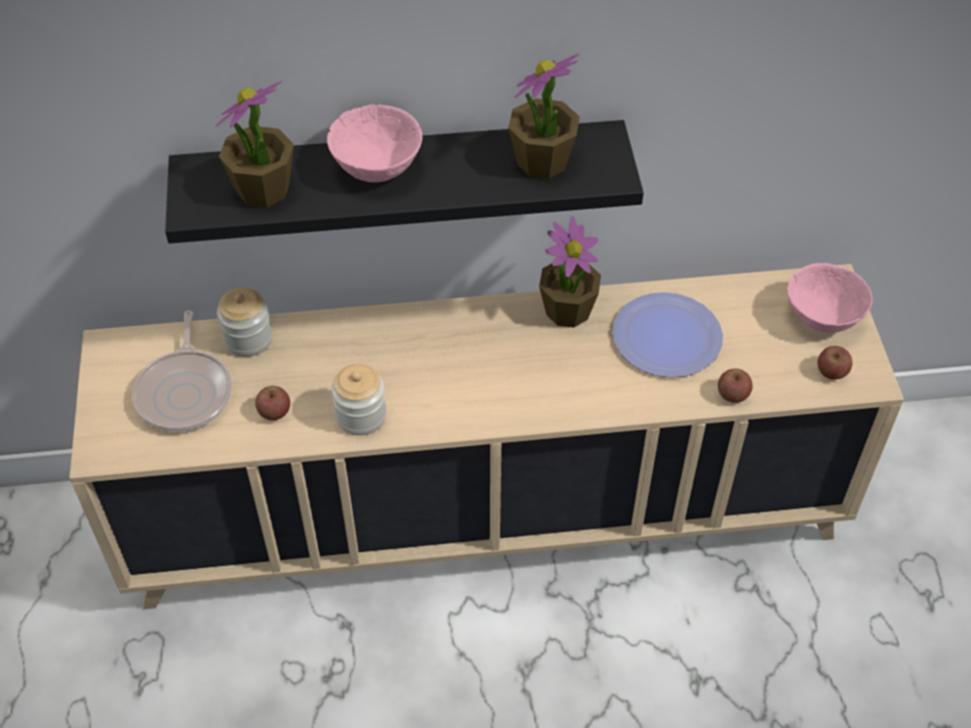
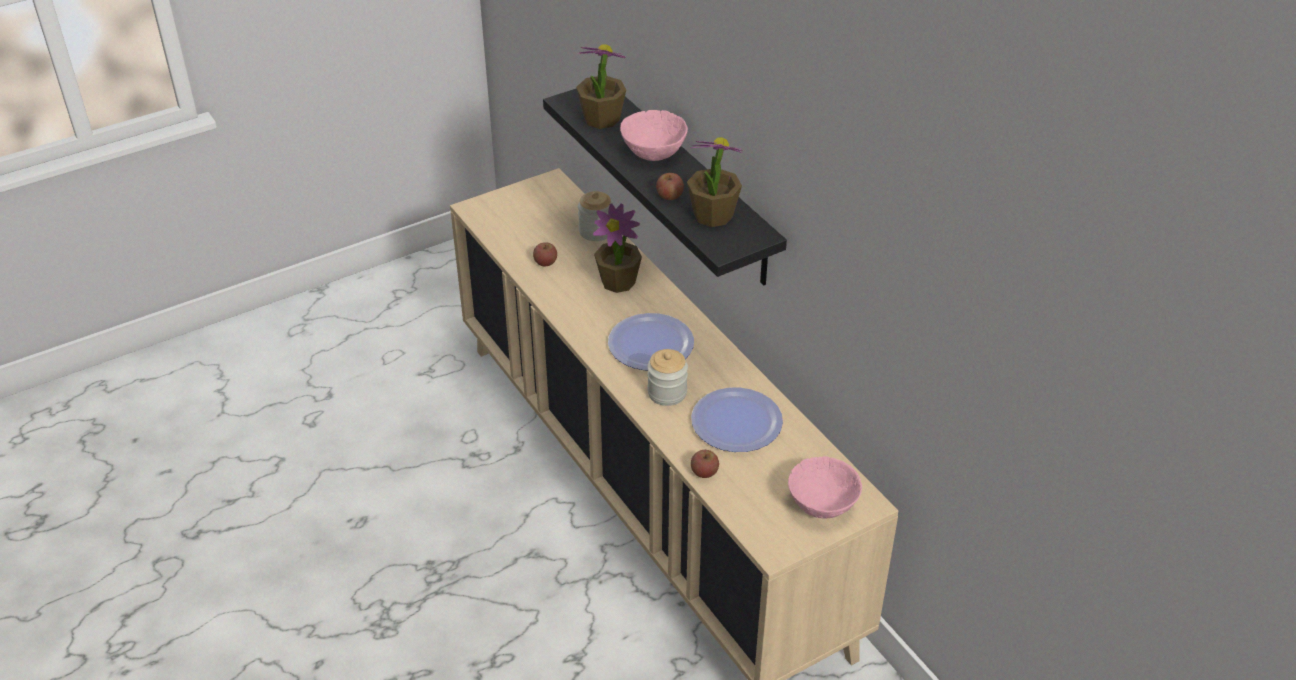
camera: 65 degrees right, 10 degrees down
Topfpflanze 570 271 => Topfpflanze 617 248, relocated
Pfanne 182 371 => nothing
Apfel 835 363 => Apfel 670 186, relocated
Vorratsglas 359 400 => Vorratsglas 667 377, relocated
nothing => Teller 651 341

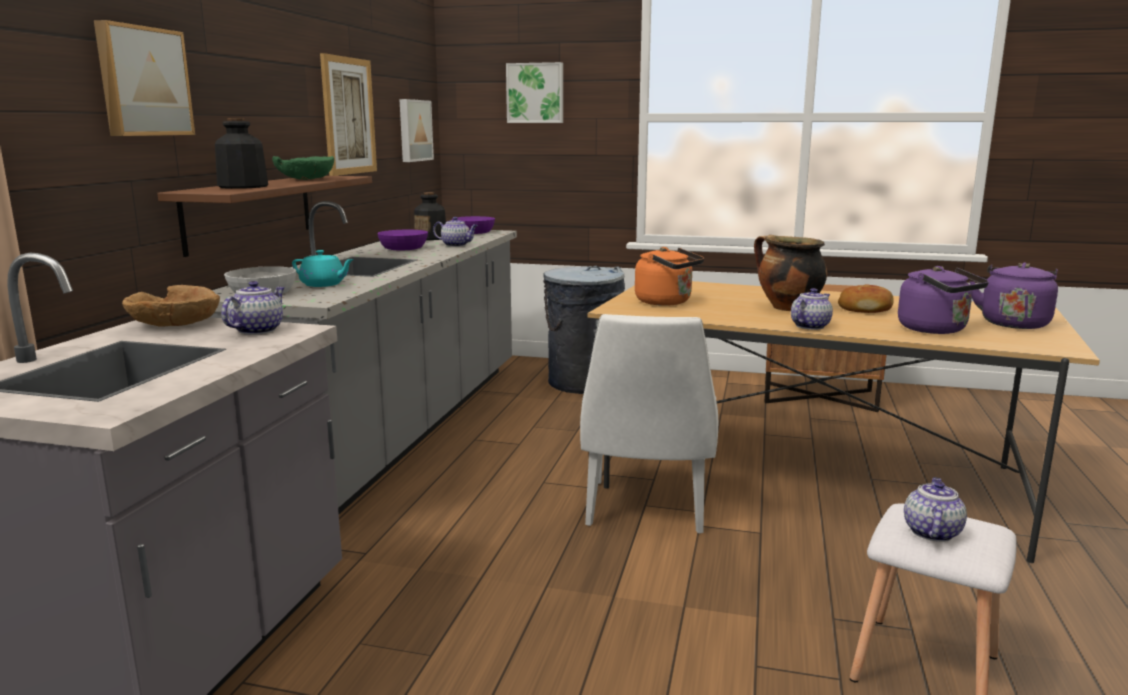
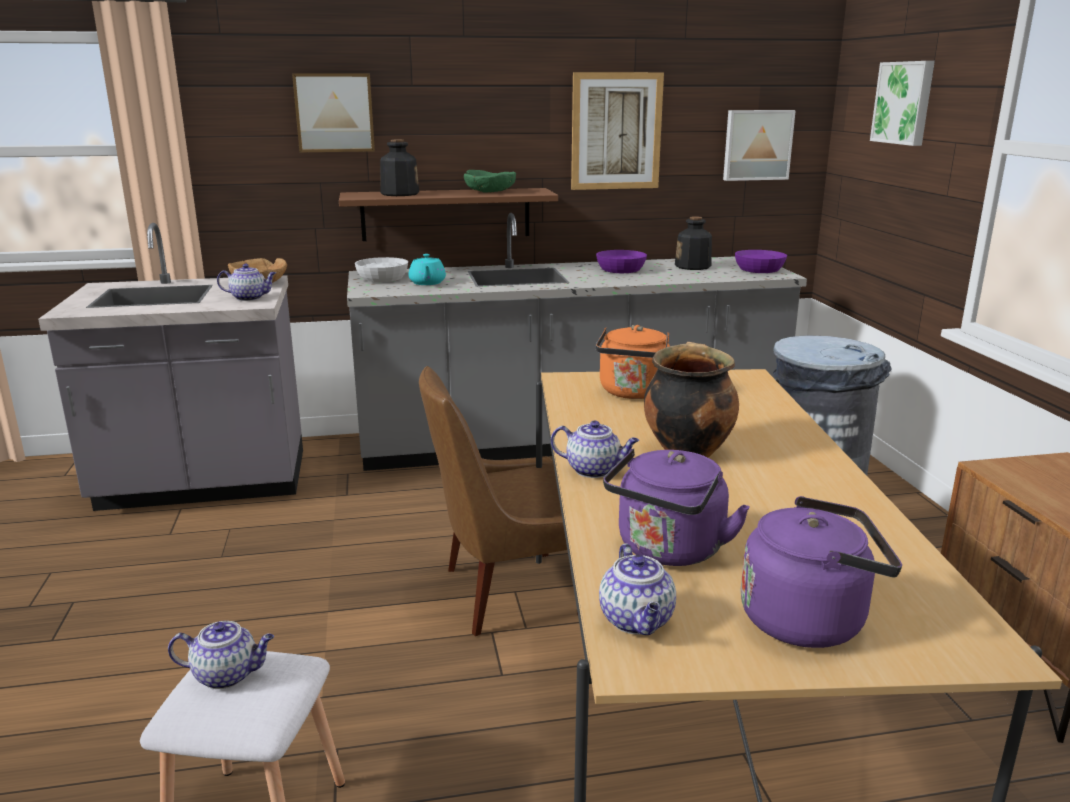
camera: 65 degrees right, 5 degrees up
Teekanne 455 232 => Teekanne 637 589, relocated
Brot 866 298 => nothing
Stuhl [weiß] 649 423 => Stuhl [braun] 498 501

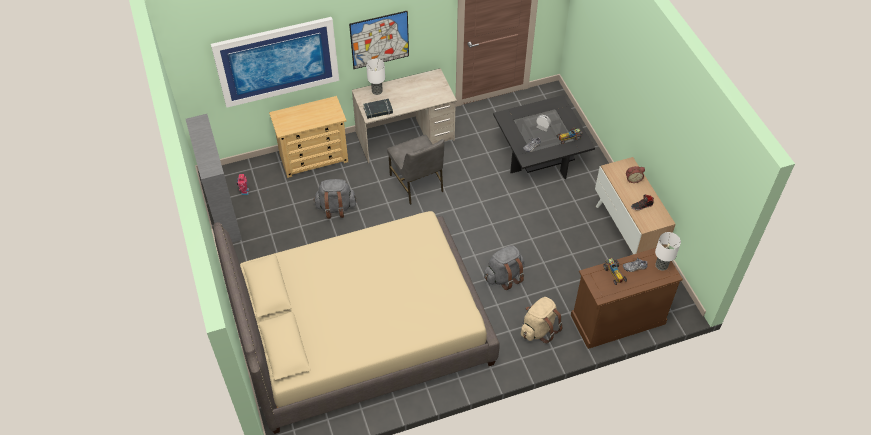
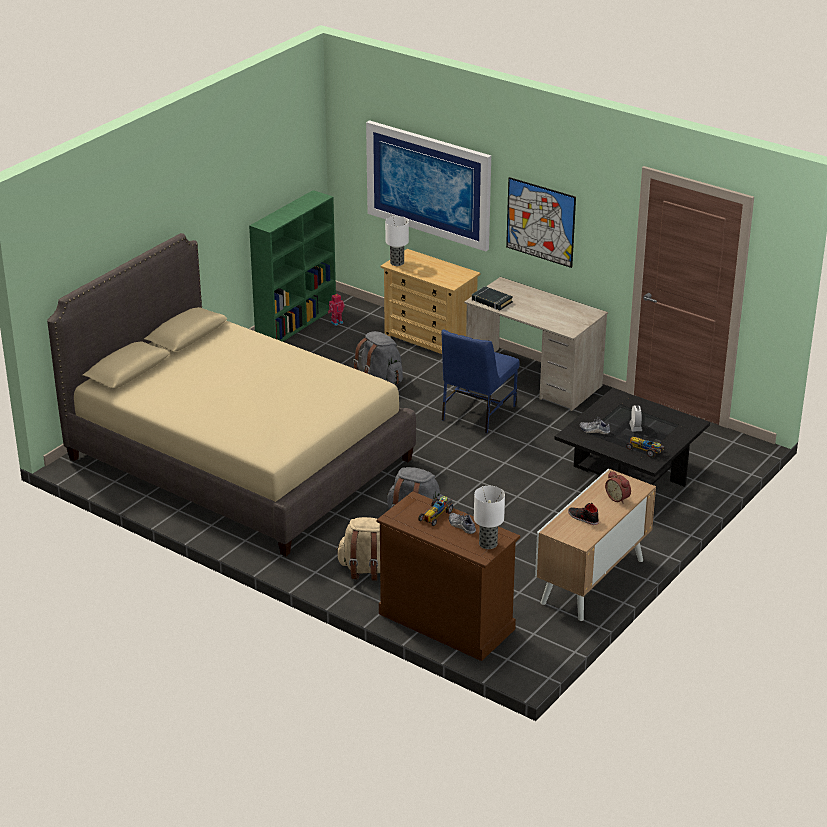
camera: 55 degrees right, 20 degrees down
Tischlampe 375 77 => Tischlampe 397 241, relocated
Bücherregal [grau] 214 178 => Bücherregal [grün] 292 266
Stuhl [grau] 415 170 => Stuhl [blau] 480 381

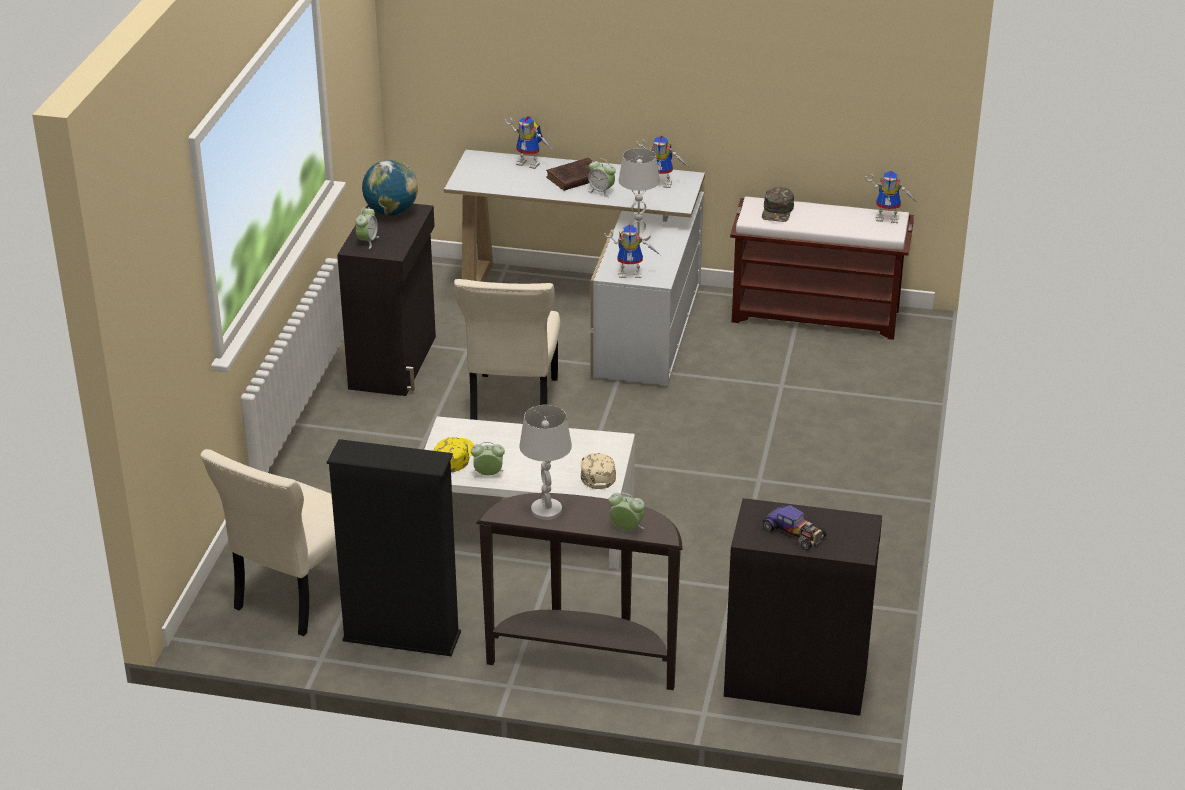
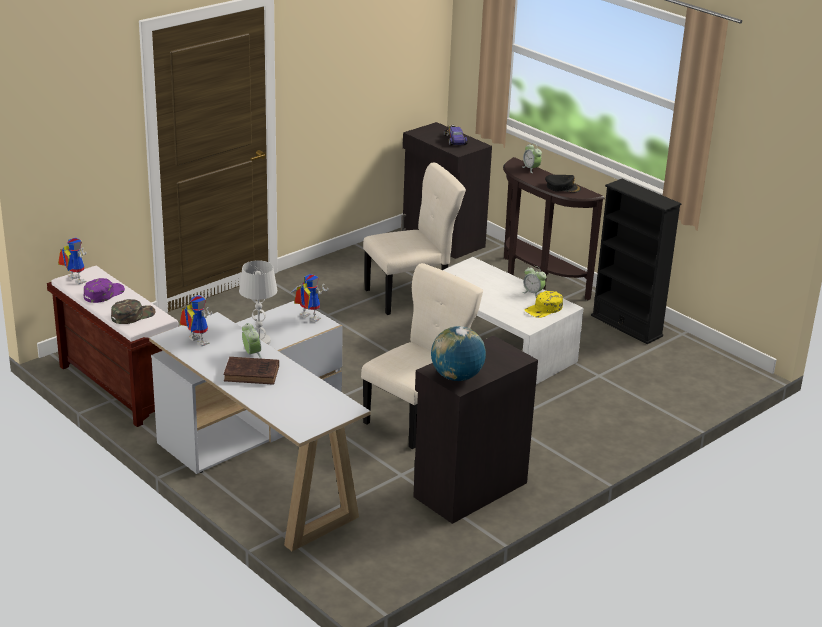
camera: 145 degrees left, 5 degrees down
Spielzeugroboter 529 142 => nothing
Wecker 367 228 => nothing
Tischlampe [weiß] 545 462 => Kappe [schwarz] 563 184
Stuhl [beige] 268 542 => Stuhl [beige] 414 239, relocated
Kappe [beige] 598 471 => nothing
nothing => Kappe [lila] 104 290

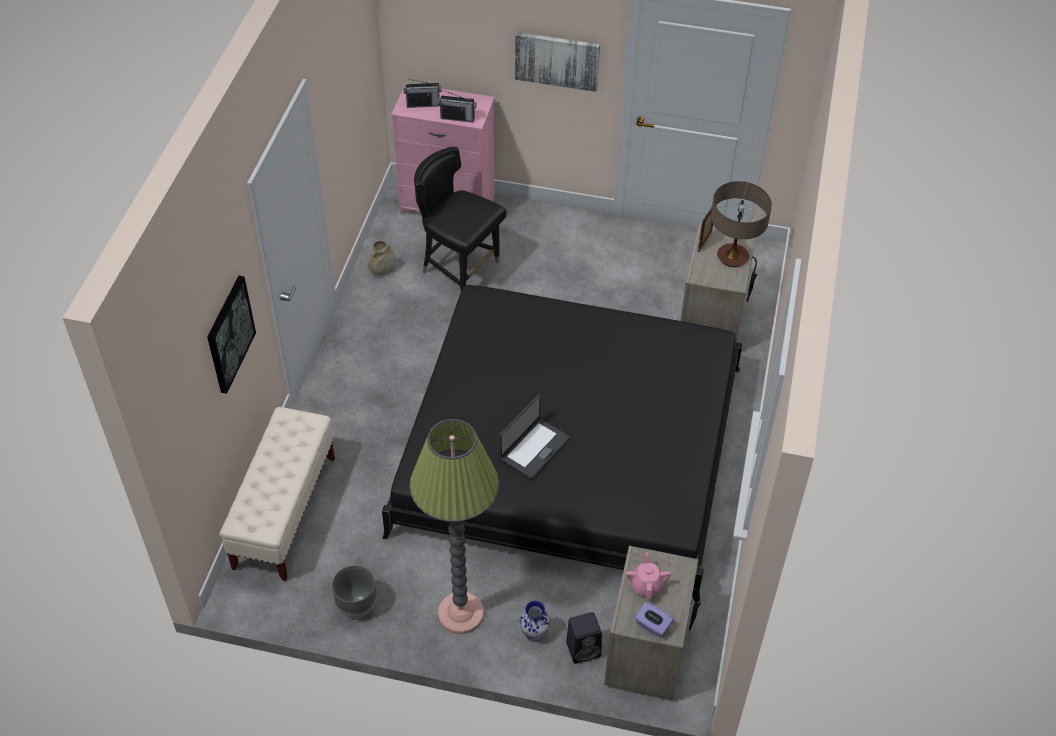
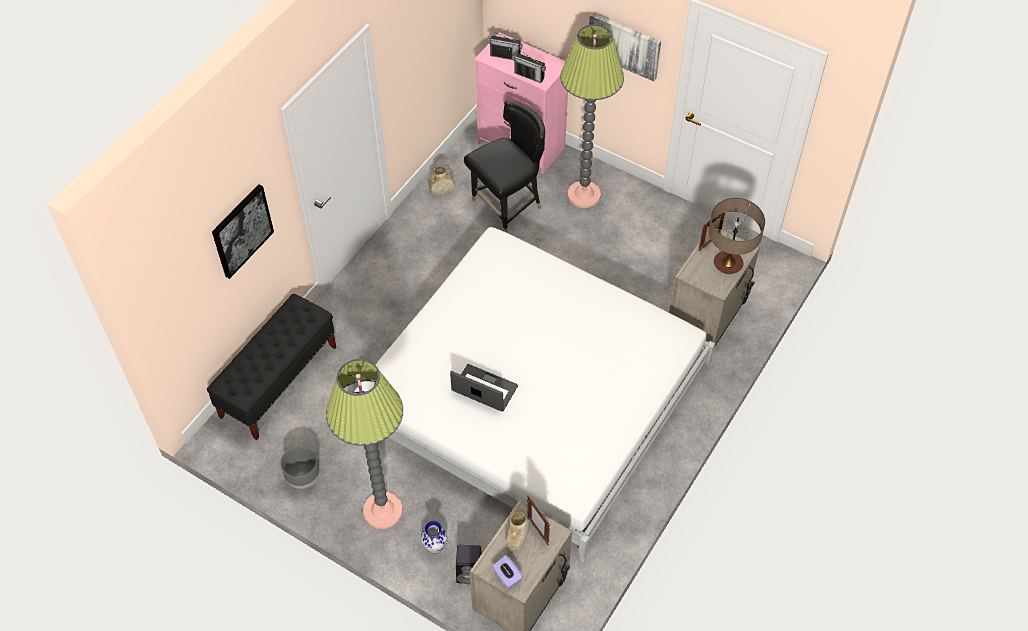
camera: 20 degrees right, 5 degrees up
Stuhl [schwarz] 460 219 => Stuhl [schwarz] 504 166, 90 degrees clockwise
Bett [schwarz] 562 443 => Bett [weiß] 534 395
Laptop 534 436 => Laptop 484 388, 120 degrees counterclockwise
Bank [beige] 277 494 => Bank [schwarz] 271 367
Teekanne [rosa] 648 575 => Vase [beige] 518 531
nothing => Stehlampe 592 116
nothing => Bilderrahmen 538 520

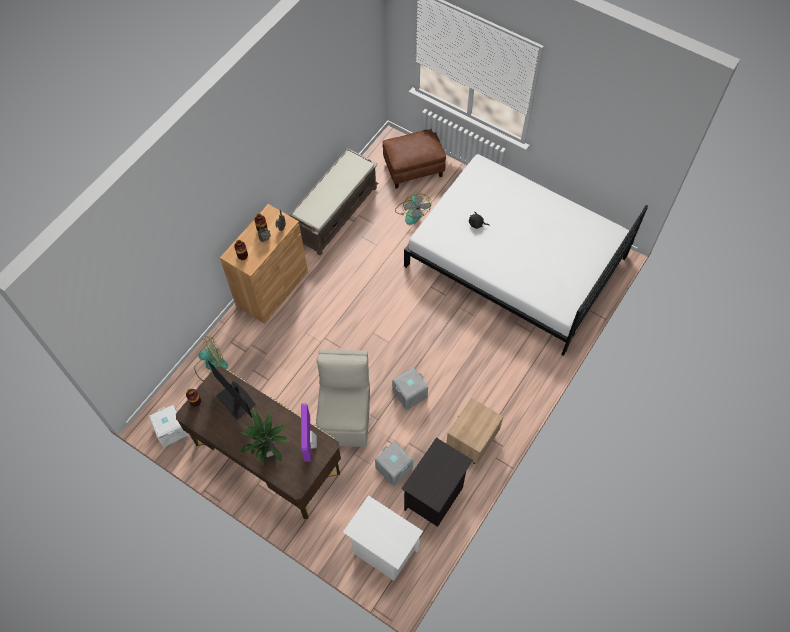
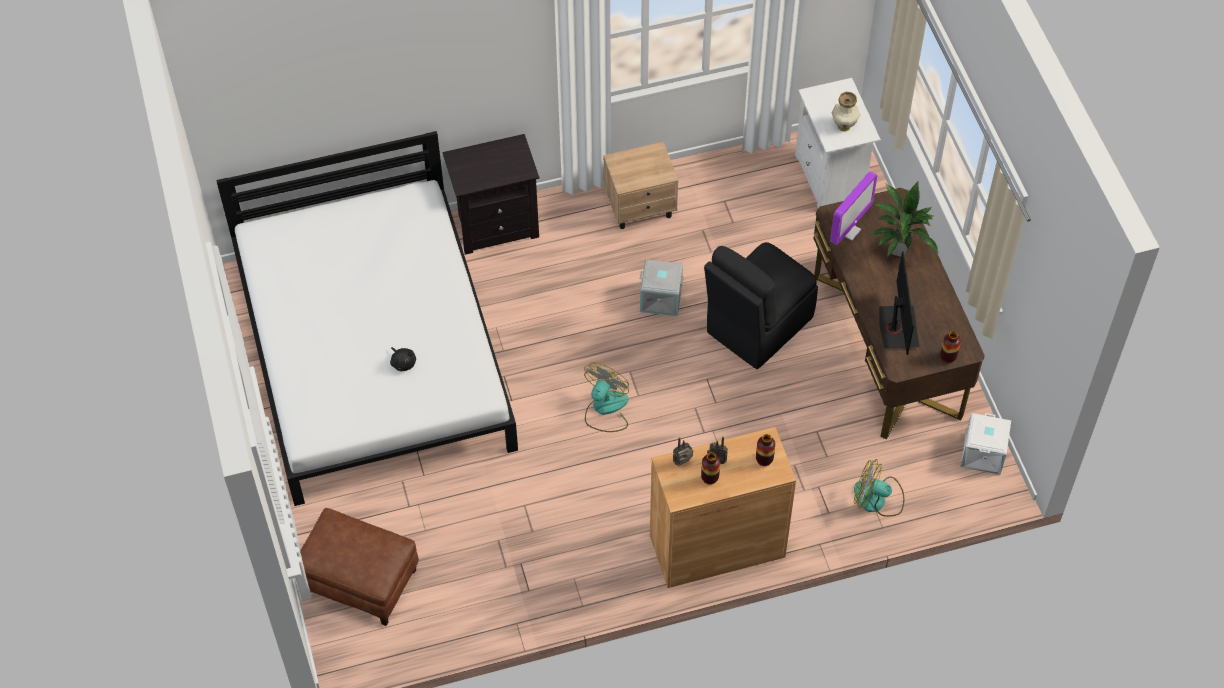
camera: 140 degrees left, 5 degrees down
Bank [braun] 334 201 => nothing
Ventilator 413 209 => Ventilator 606 397, relocated
Stuhl [beige] 343 398 => Stuhl [schwarz] 761 305
Nachttisch [schwarz] 437 482 => Nachttisch [schwarz] 490 194, relocated
Aufbewahrungsbox [grau] 394 463 => nothing
nothing => Vase 845 111

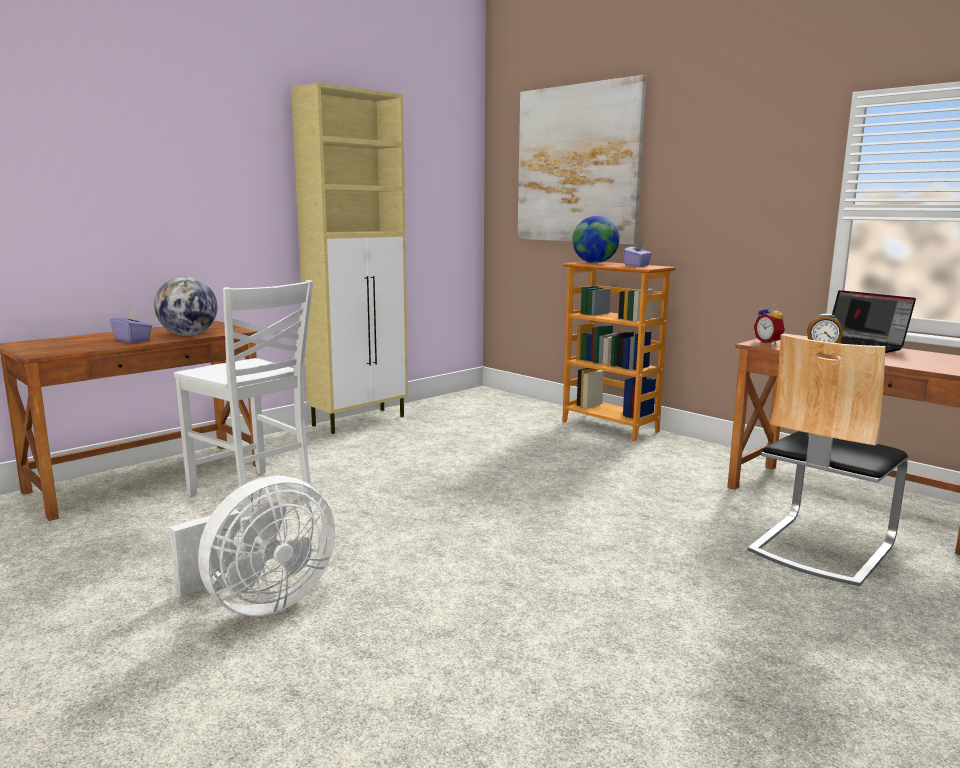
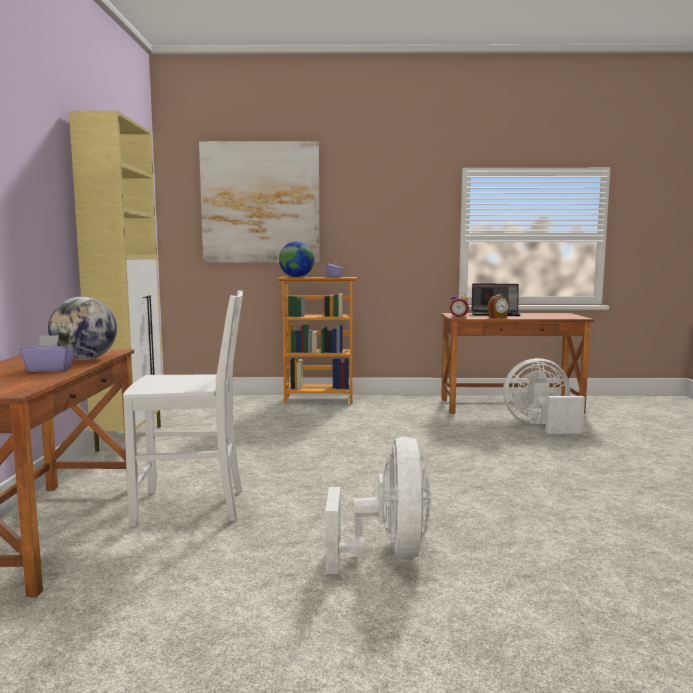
camera: 45 degrees left, 5 degrees down
Stuhl 828 460 => Ventilator [weiß] 544 396

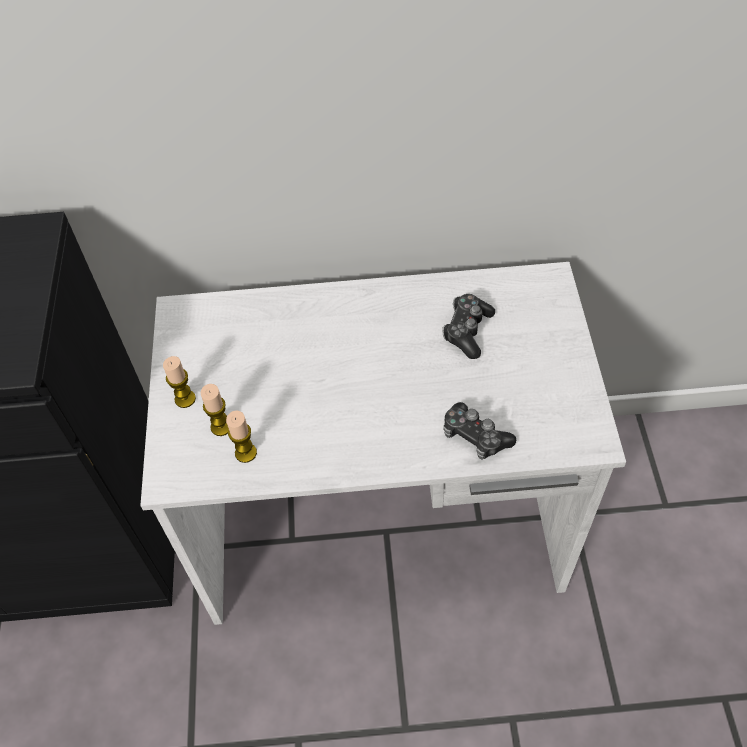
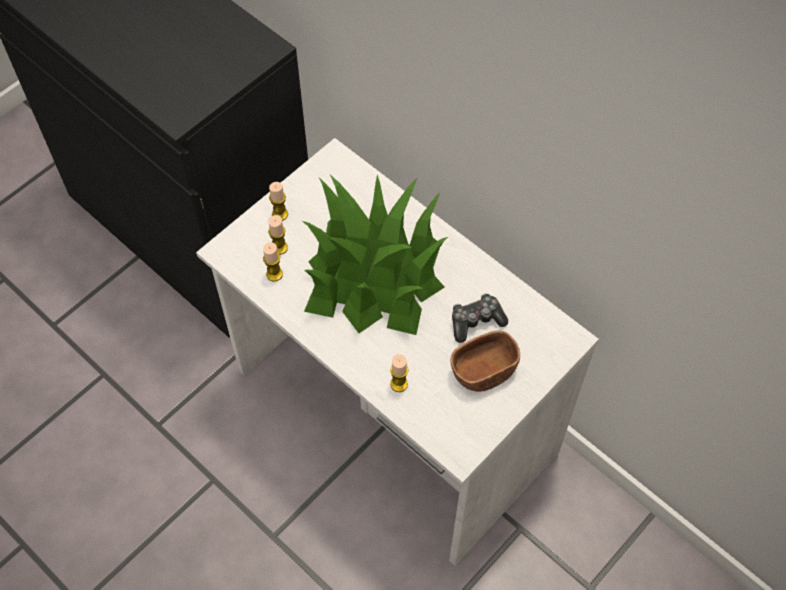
camera: 45 degrees right, 5 degrees up
Gamepad 479 431 => Kerze 399 373
nothing => Topfpflanze 375 255
nothing => Schüssel [braun] 485 361

